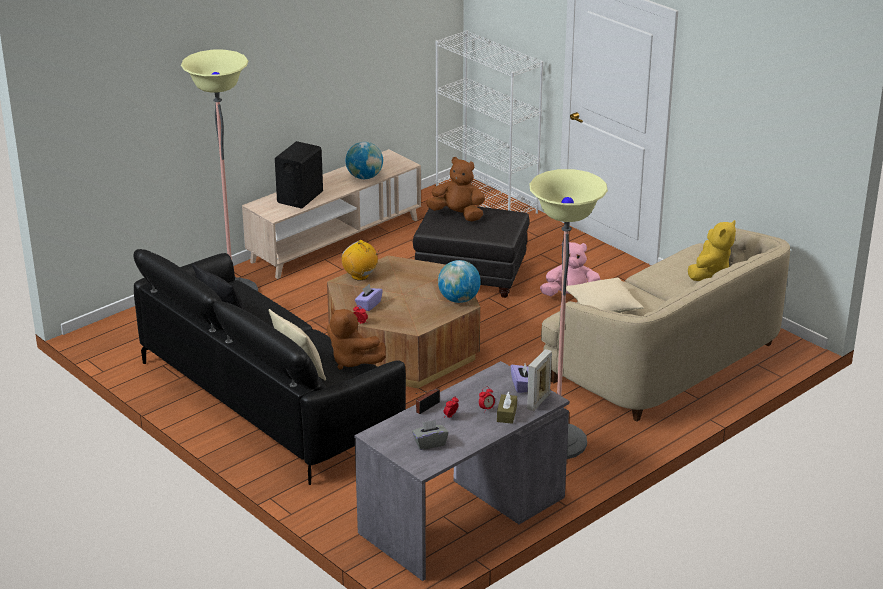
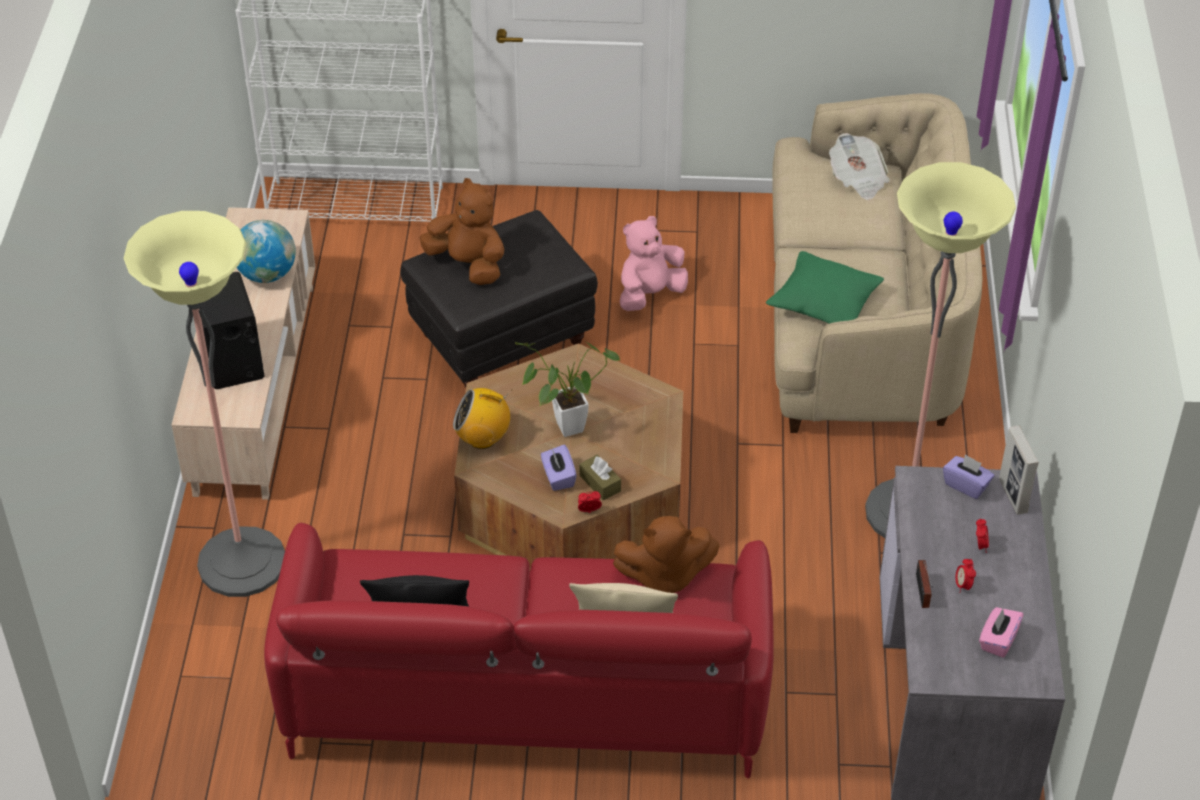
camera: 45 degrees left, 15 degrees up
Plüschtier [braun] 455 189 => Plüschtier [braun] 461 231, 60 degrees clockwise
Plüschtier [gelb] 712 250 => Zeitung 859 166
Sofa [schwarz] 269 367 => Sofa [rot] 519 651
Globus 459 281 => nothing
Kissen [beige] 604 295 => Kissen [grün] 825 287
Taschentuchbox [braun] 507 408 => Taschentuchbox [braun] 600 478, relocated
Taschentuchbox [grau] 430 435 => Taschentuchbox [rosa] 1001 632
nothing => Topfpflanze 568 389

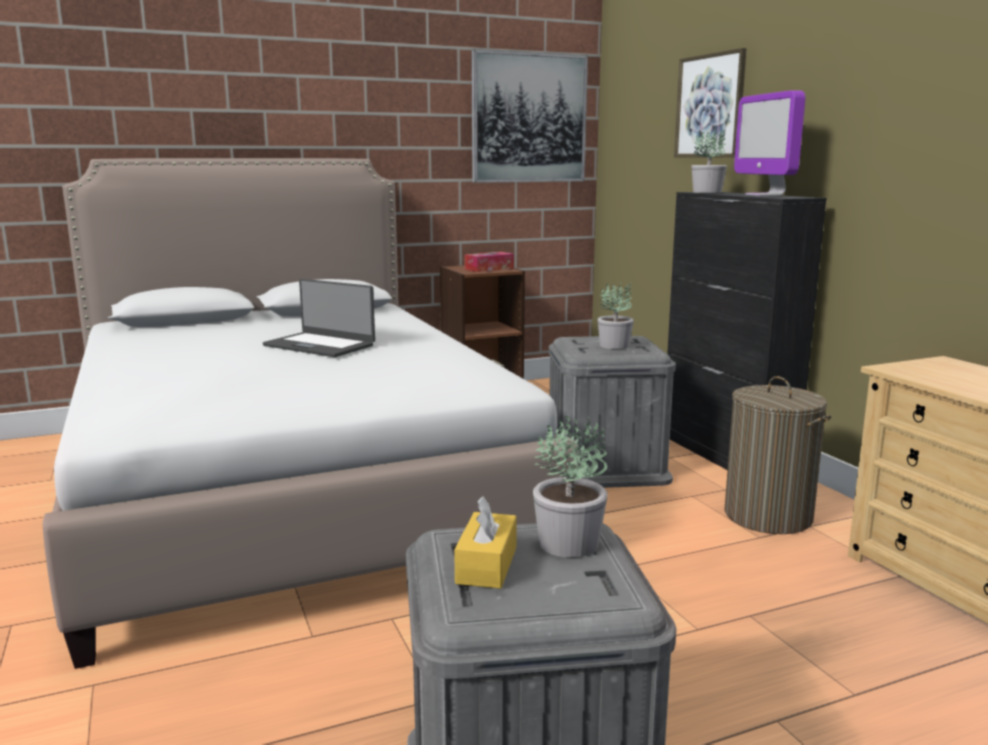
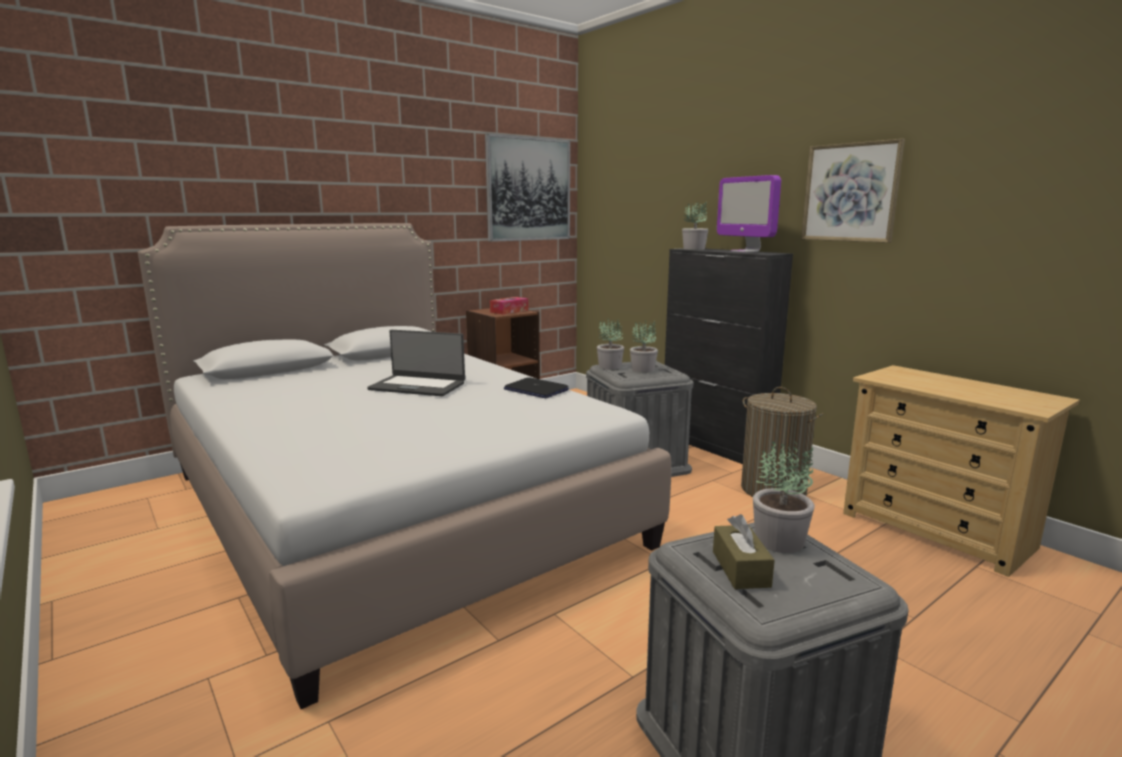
camera: 15 degrees left, 0 degrees up
Bild 710 103 => Bild 853 191, relocated
Taschentuchbox [gelb] 485 543 => Taschentuchbox [braun] 744 551
nothing => Topfpflanze 610 344
nothing => Laptop 536 387

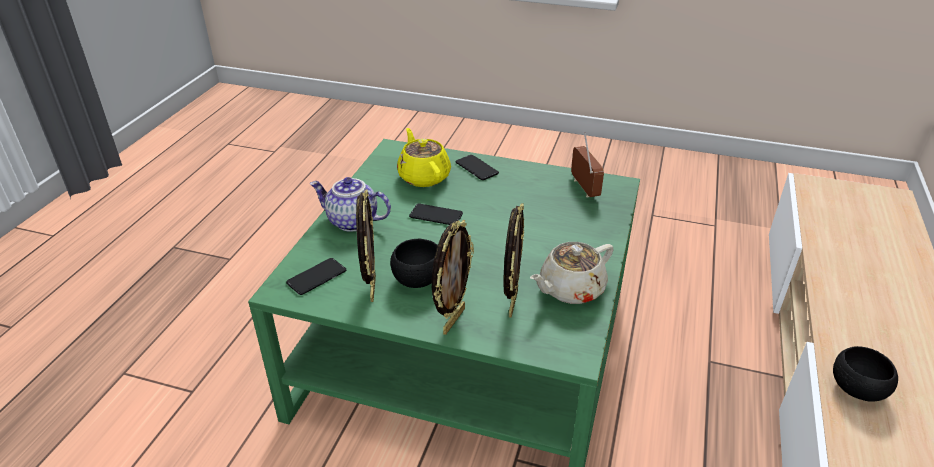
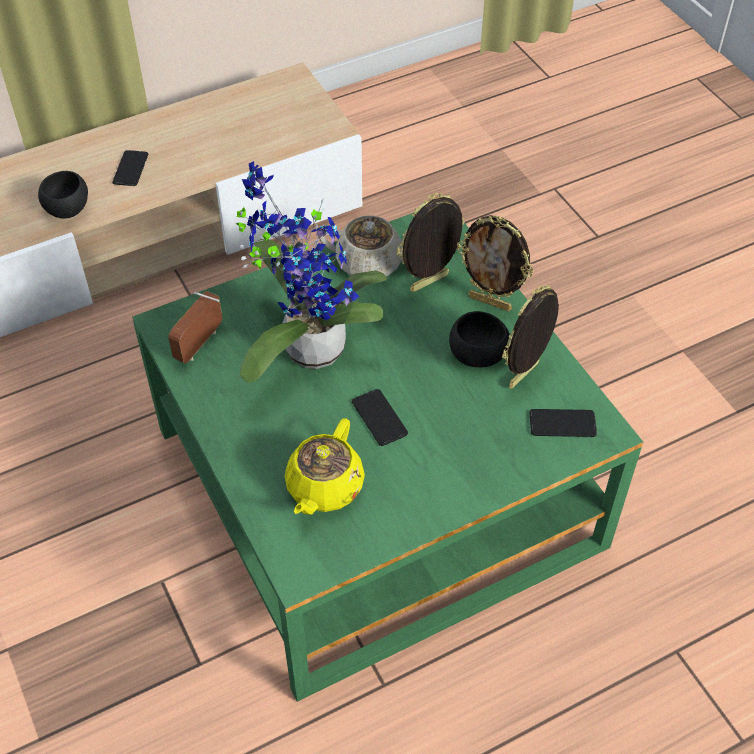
camera: 135 degrees left, 15 degrees up
Handy 477 167 => Handy 130 168, relocated
Teekanne 350 204 => nothing
Bilderrahmen 453 277 => Bilderrahmen 495 263, 135 degrees counterclockwise
Schüssel [schwarz] 865 374 => Schüssel [schwarz] 63 195, relocated
nothing => Topfpflanze 311 272

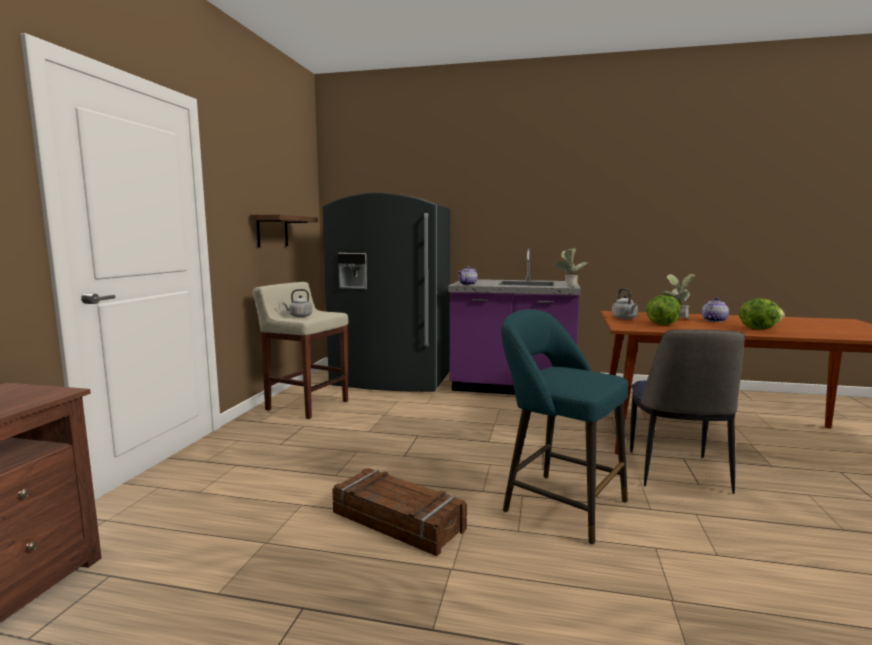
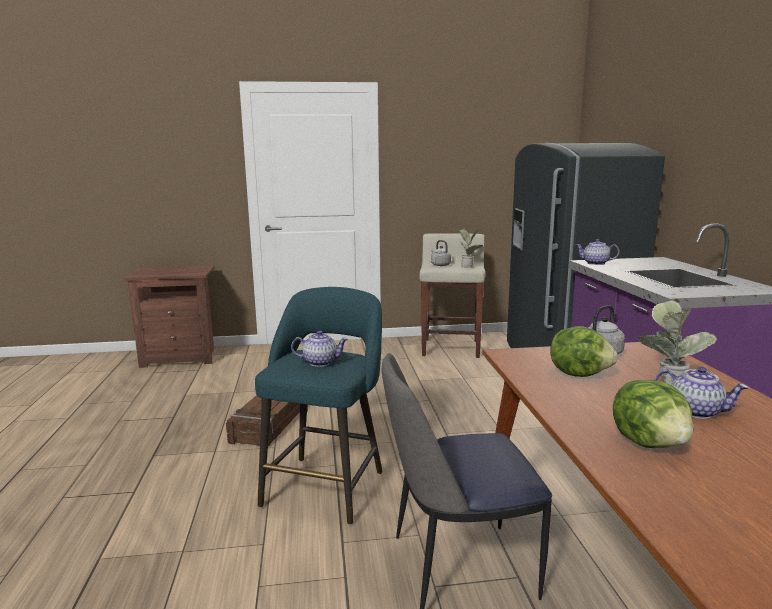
camera: 70 degrees right, 5 degrees up
Wandregal 284 230 => nothing
Topfpflanze 571 267 => Topfpflanze 471 248, relocated
nothing => Teekanne 319 348

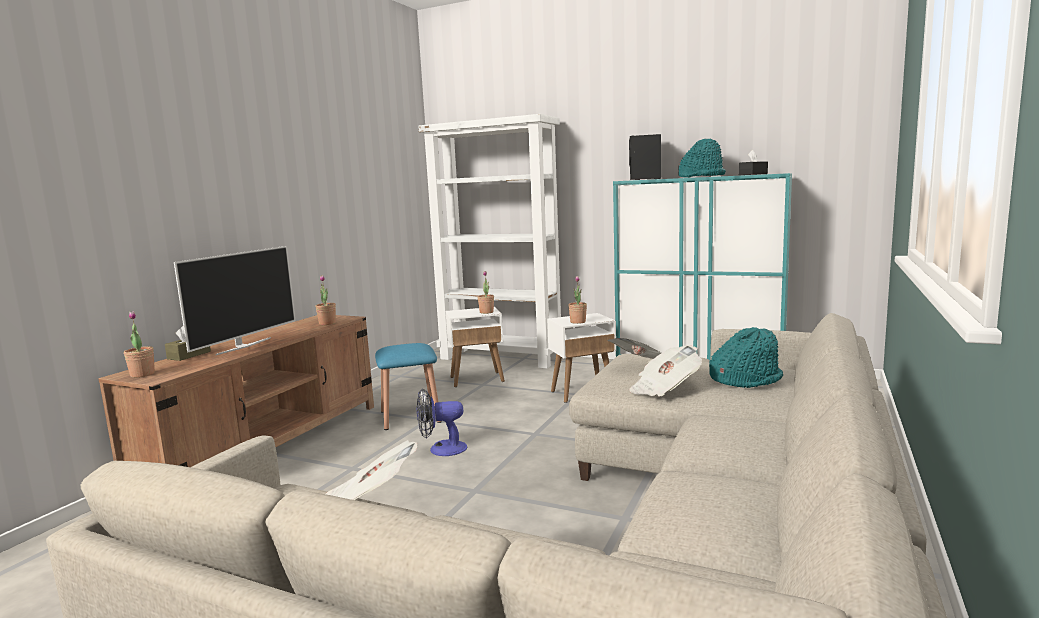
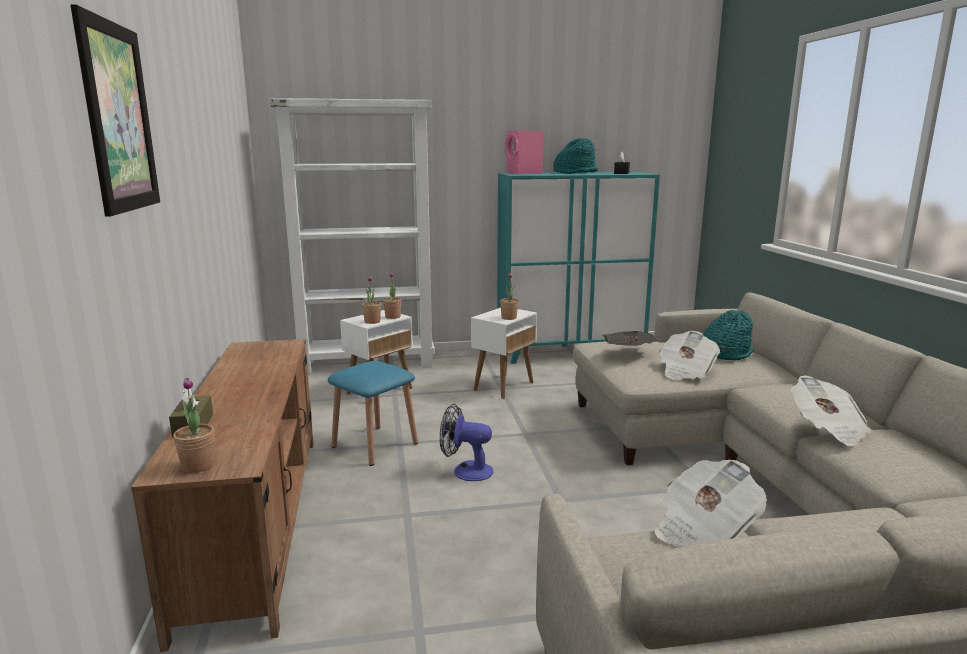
camera: 35 degrees left, 5 degrees up
Lautsprecher [schwarz] 645 157 => Lautsprecher [rosa] 524 152
Fernseher 234 300 => nothing
Topfpflanze 325 300 => Topfpflanze 371 300, relocated
Ventilator 441 422 => Ventilator 467 442, 60 degrees clockwise
nothing => Bild 115 110
nothing => Zeitung 831 411

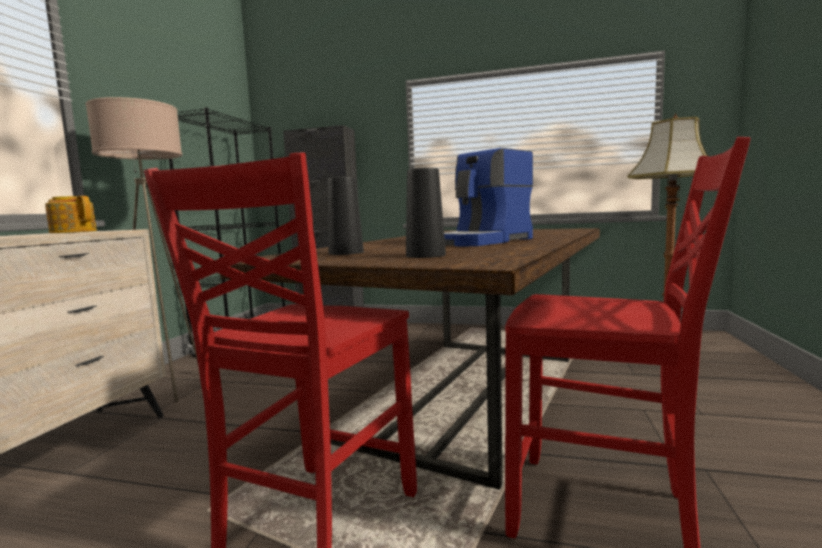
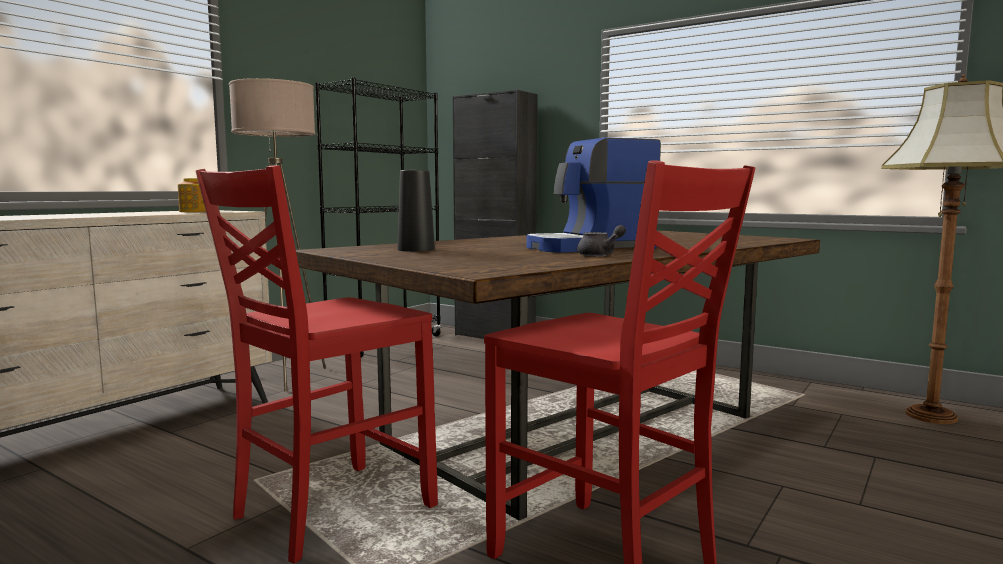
camera: 20 degrees right, 0 degrees up
Vase [schwarz] 426 213 => nothing
nothing => Teekanne [grau] 601 240

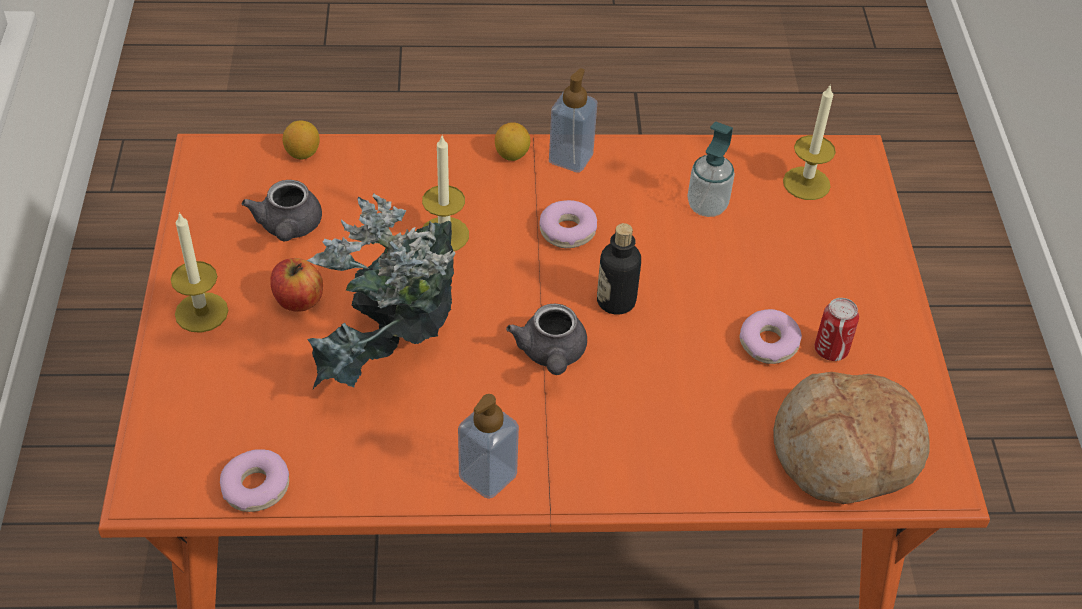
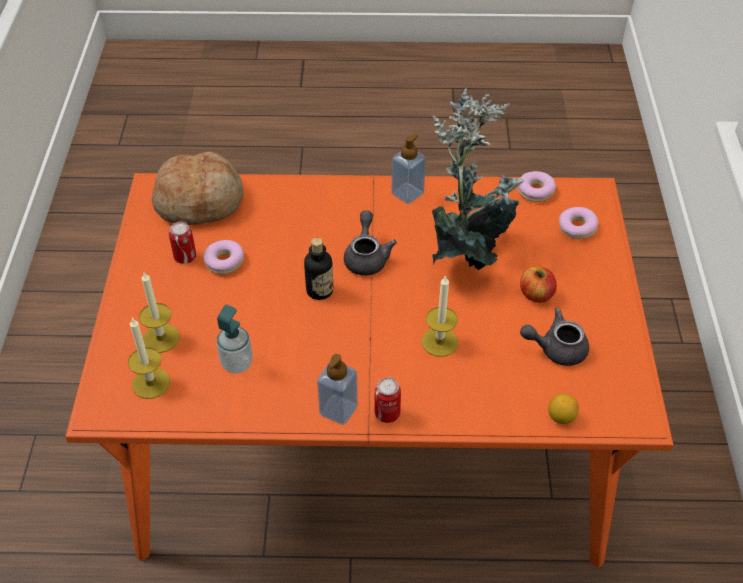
camera: 175 degrees left, 0 degrees up
Zitrone 512 141 => Dose 387 400
Teekanne [grau] 281 211 => Teekanne [grau] 554 337, 90 degrees counterclockwise
Donut 568 224 => Donut 578 223, relocated
Kerze 199 272 => Kerze 159 312, relocated

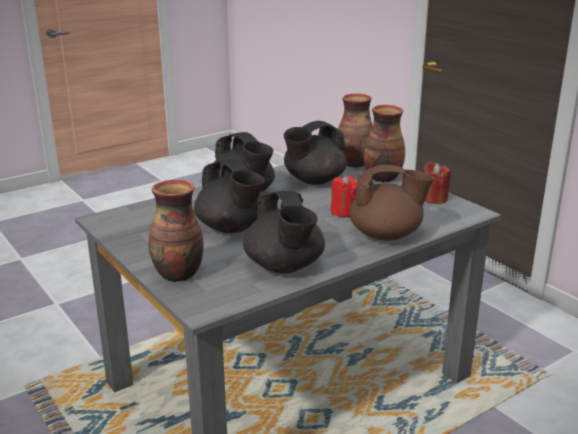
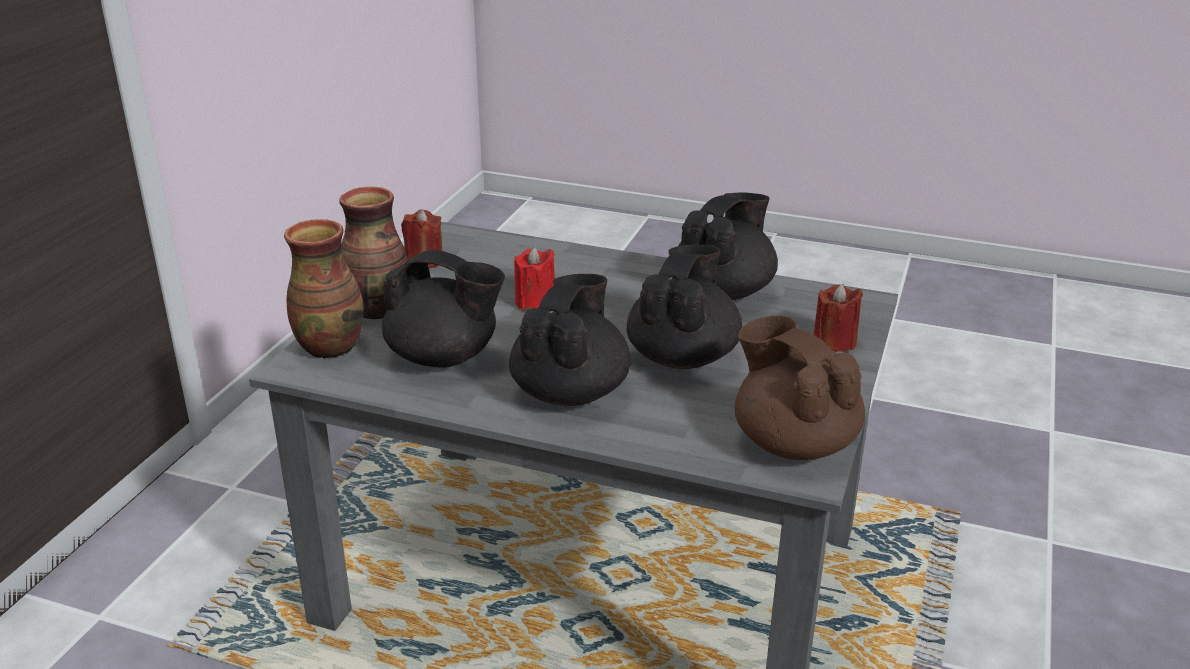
camera: 125 degrees left, 5 degrees up
Teekanne [braun] 391 202 => Teekanne [braun] 800 388, relocated
Vase 176 231 => Kerze [rot] 838 318

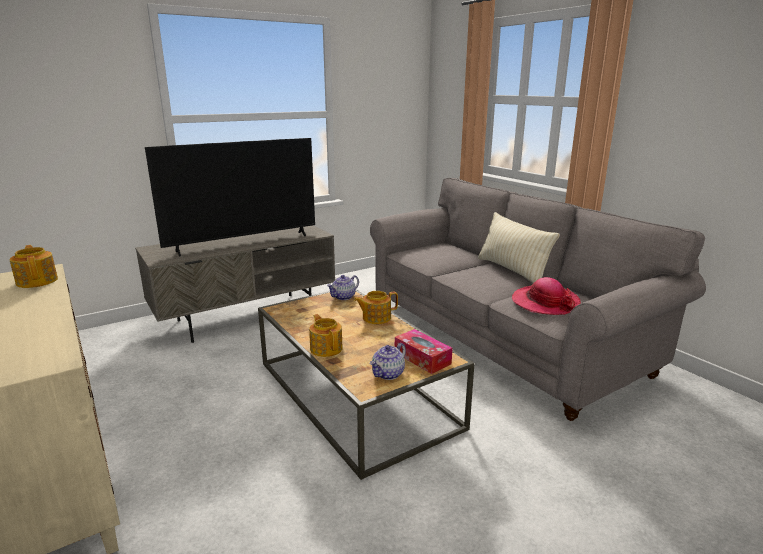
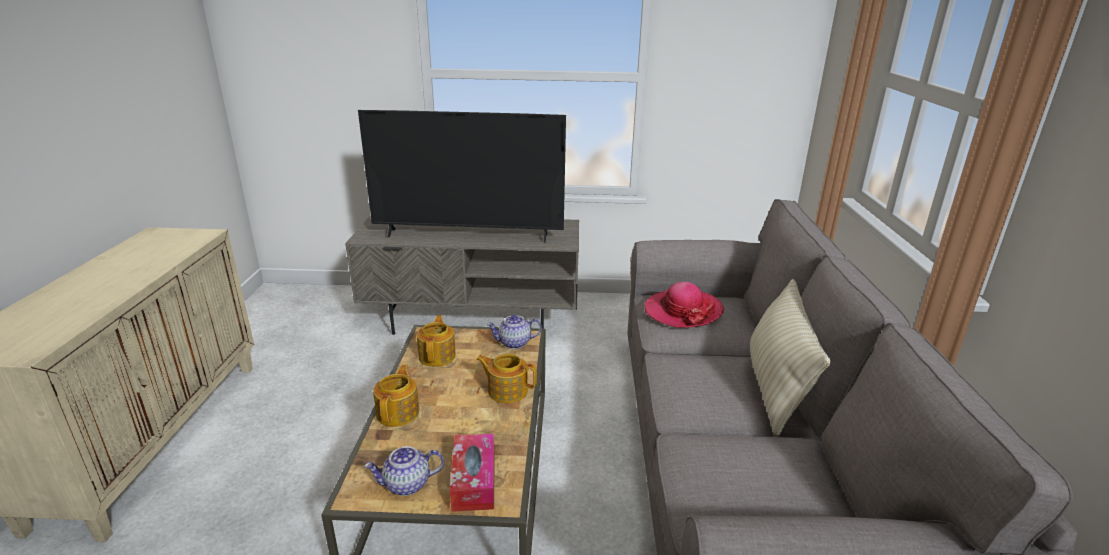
camera: 35 degrees right, 5 degrees up
Teekanne 34 266 => Teekanne 436 341, relocated
Hut 546 296 => Hut 684 305, relocated

